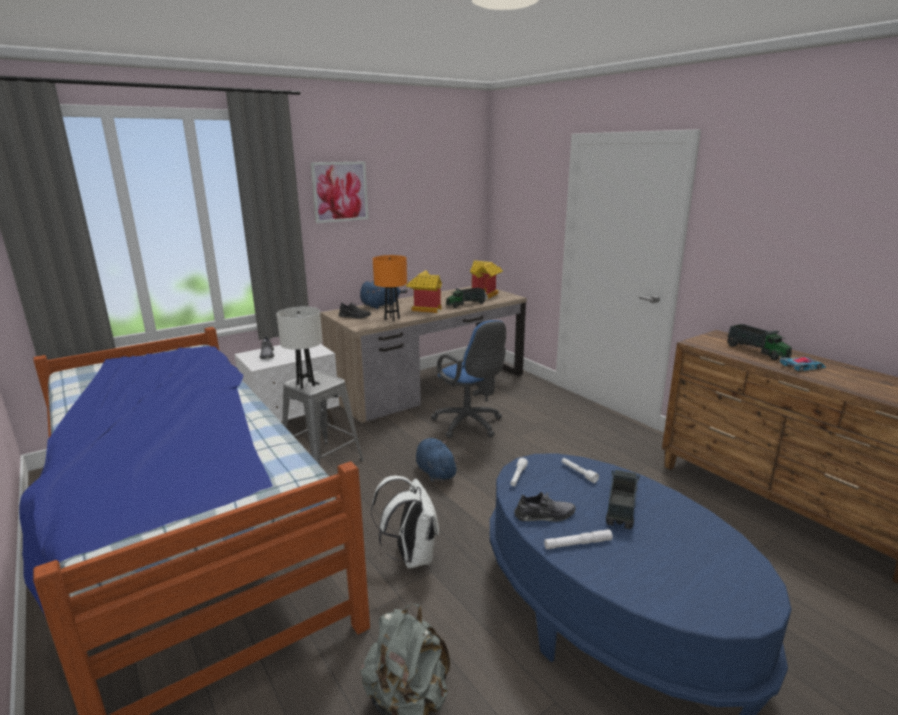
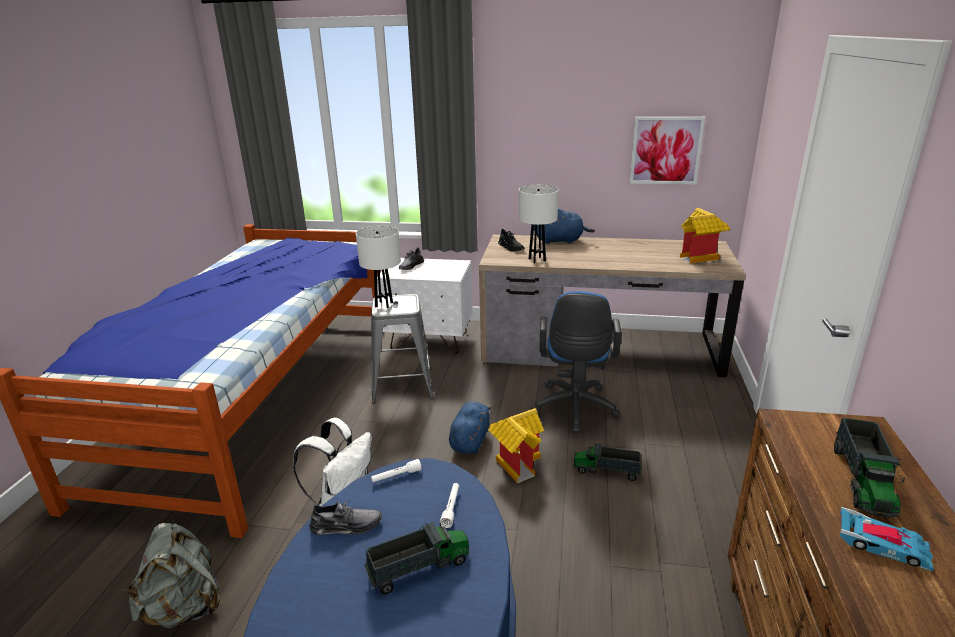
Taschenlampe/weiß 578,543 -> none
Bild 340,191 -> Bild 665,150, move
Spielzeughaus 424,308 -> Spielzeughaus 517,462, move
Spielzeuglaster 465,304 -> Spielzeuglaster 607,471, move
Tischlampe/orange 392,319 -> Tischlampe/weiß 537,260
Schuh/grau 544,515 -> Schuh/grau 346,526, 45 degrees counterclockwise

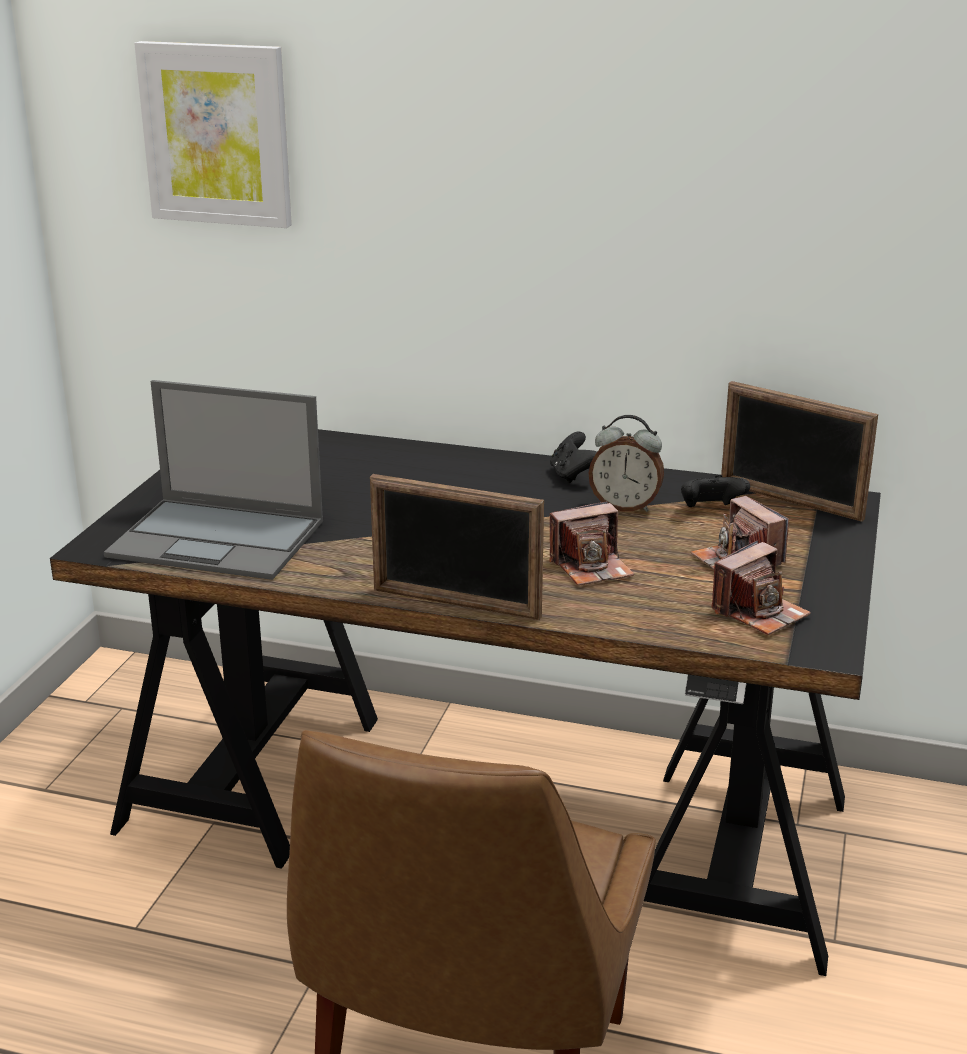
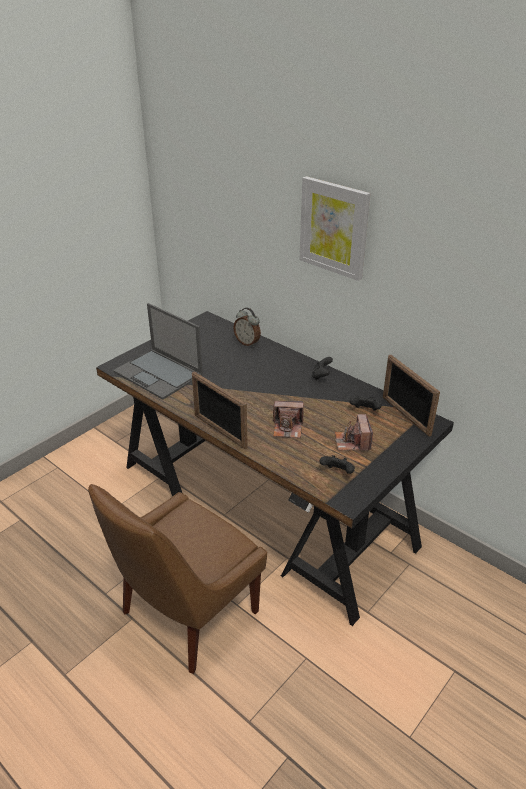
Bild 217,134 -> Bild 334,227, move
Wecker 625,506 -> Wecker 247,343, move
Kamera 759,612 -> Gamepad/schwarz 337,473

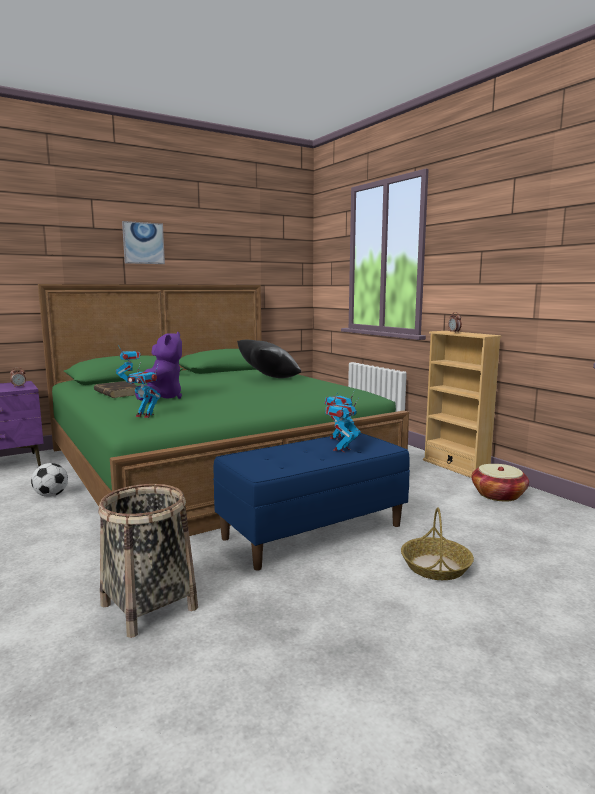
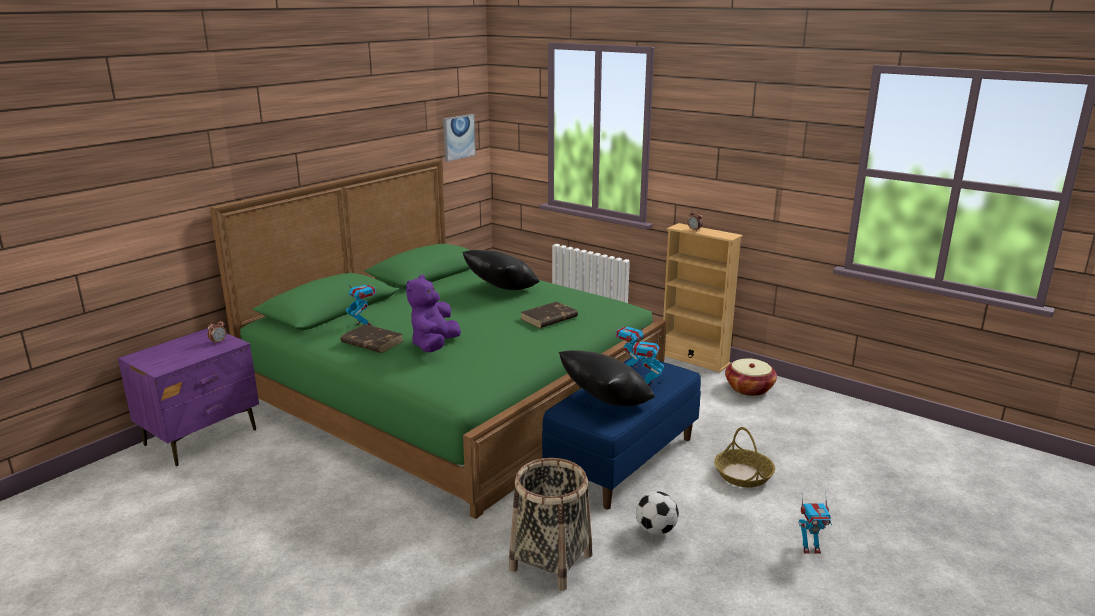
none -> Buch/braun 548,318
none -> Kissen/schwarz 605,403
Fußball 51,495 -> Fußball 656,530, move
Bild 143,243 -> Bild 458,137, move
Spielzeugroboter 145,415 -> Spielzeugroboter 810,549, move
Plüschtier/lila 161,398 -> Plüschtier/lila 434,346, 150 degrees counterclockwise

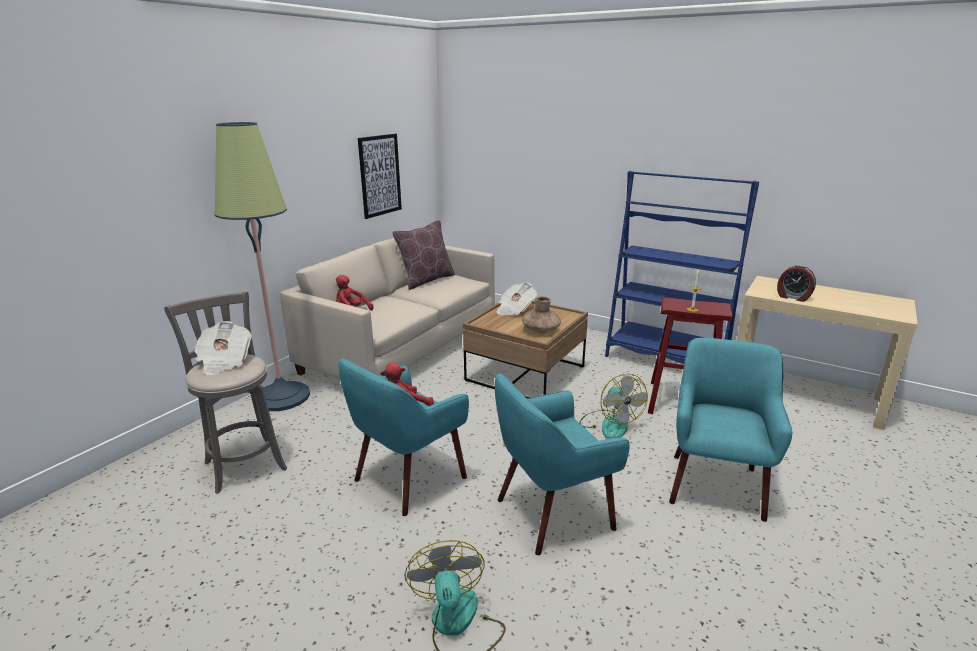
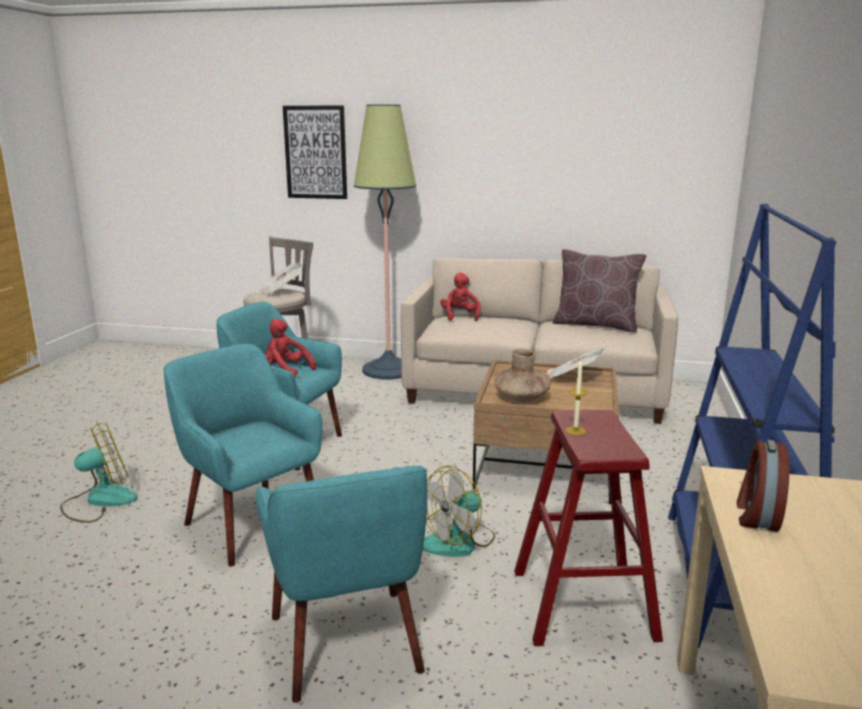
Bild 380,175 -> Bild 315,152, move
Sessel/türkis 715,484 -> Sessel/türkis 347,644, 75 degrees clockwise

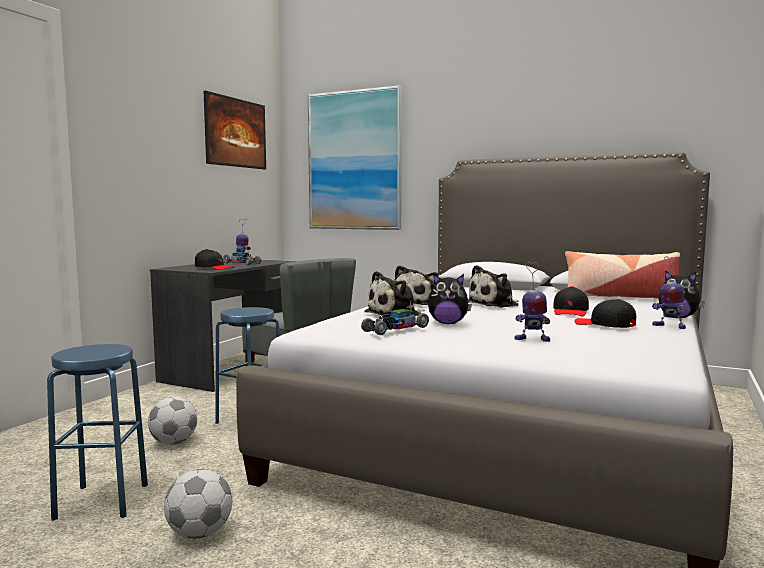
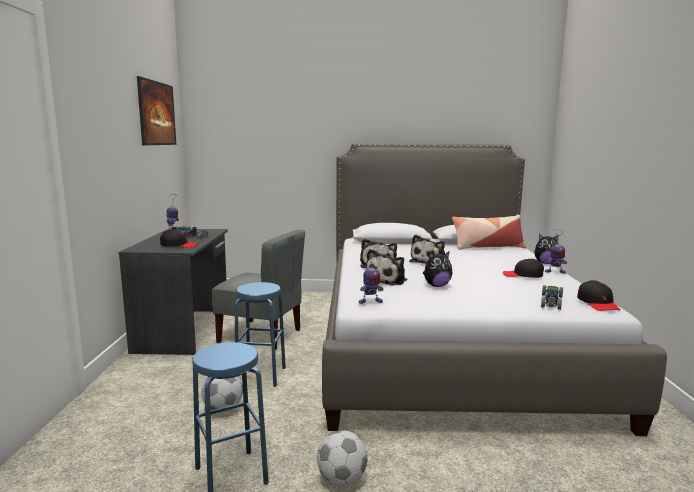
Bild 354,160 -> none
Spielzeugauto 395,329 -> Spielzeugauto 551,302, move
Spielzeugroboter 531,340 -> Spielzeugroboter 370,302, move
Kappe/schwarz 570,312 -> Kappe/schwarz 597,303, move

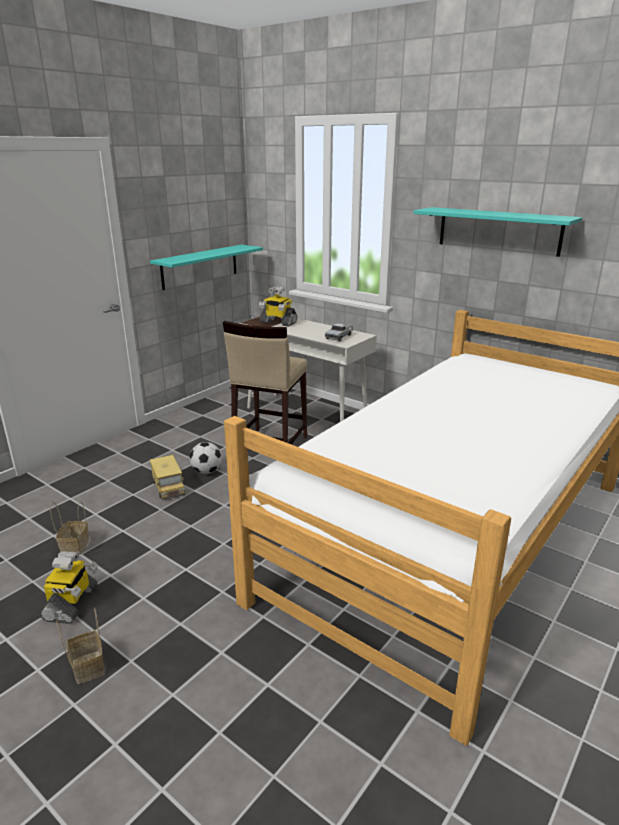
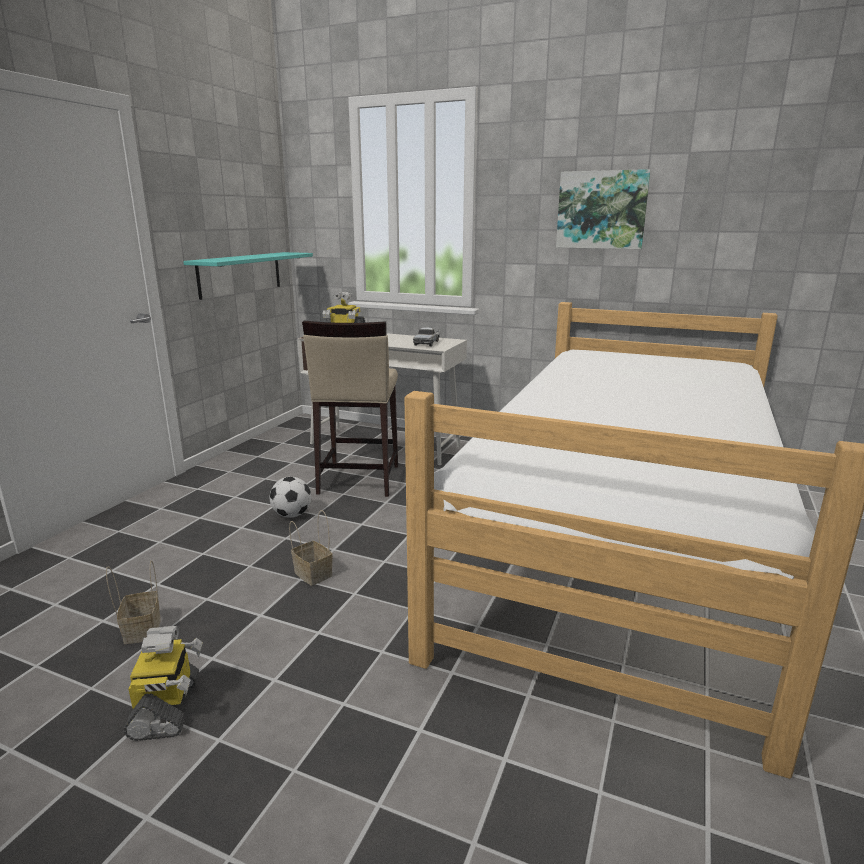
Spielzeuglaster 168,487 -> none
Korb 87,666 -> Korb 312,573, move
Wandregal/türkis 498,231 -> Bild 601,210

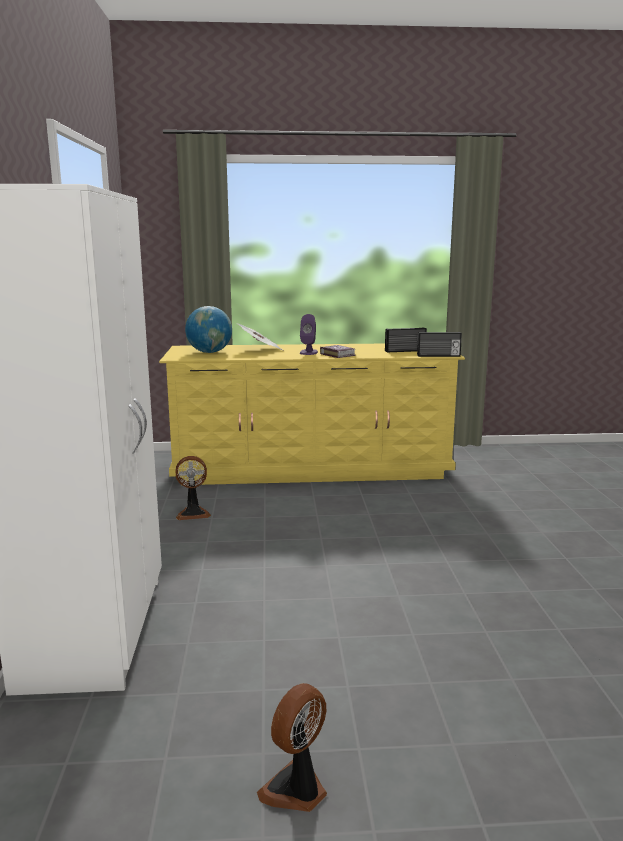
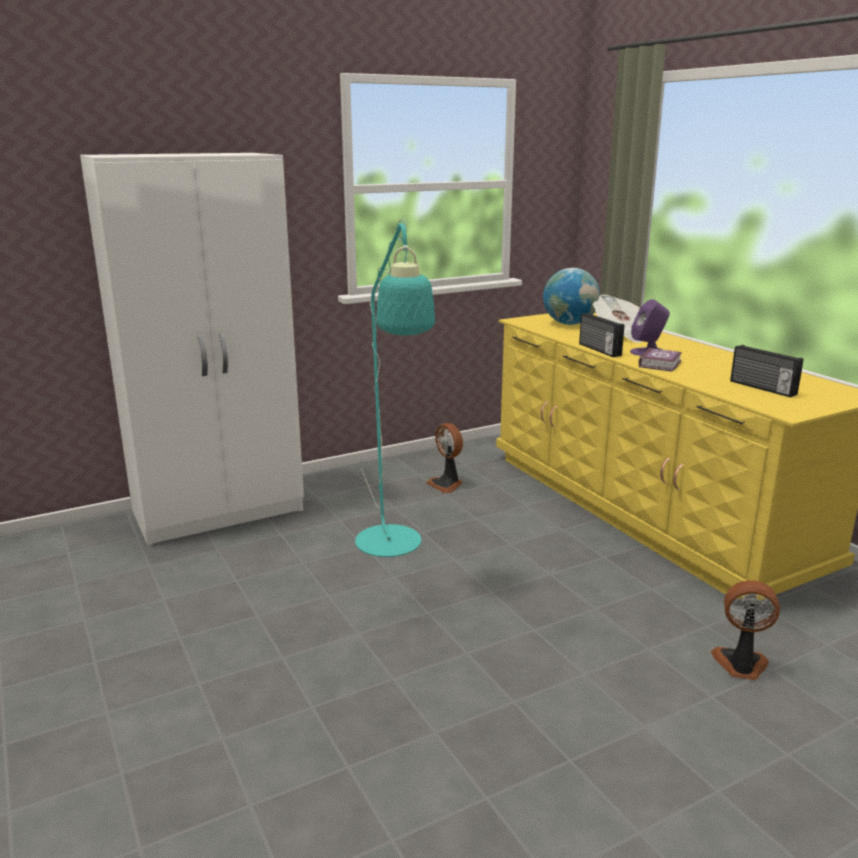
none -> Stehlampe/türkis 392,549
Ventilator 296,790 -> Ventilator 740,665, move
Radio 438,356 -> Radio 598,350, move

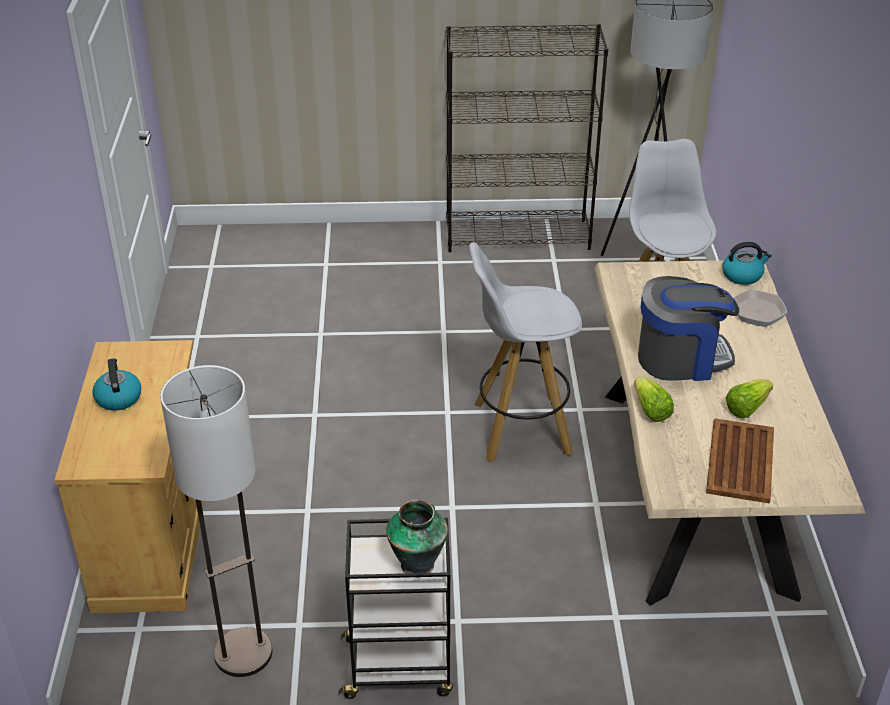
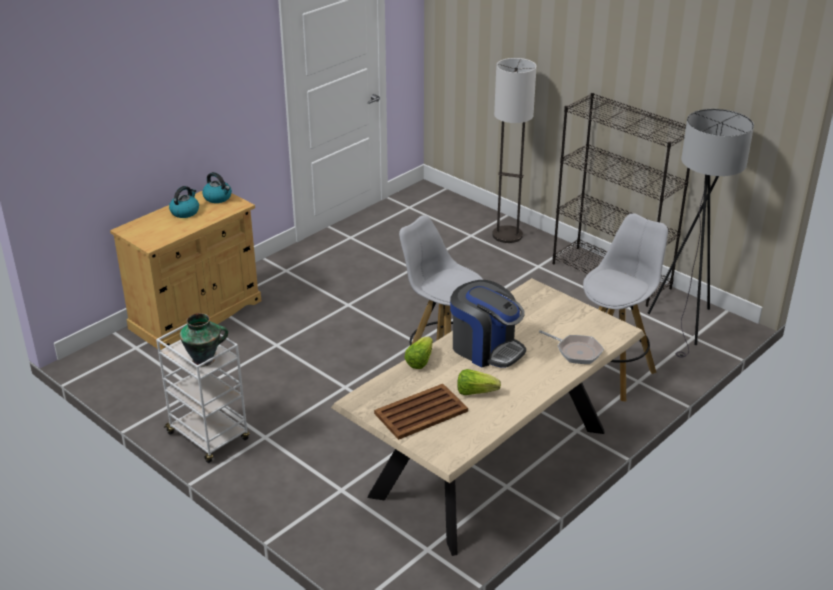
Stehlampe 243,653 -> Stehlampe 507,235, move
Wasserkessel 742,275 -> Wasserkessel 218,198, move
Rollwagen/schwarz 400,667 -> Rollwagen/weiß 209,437

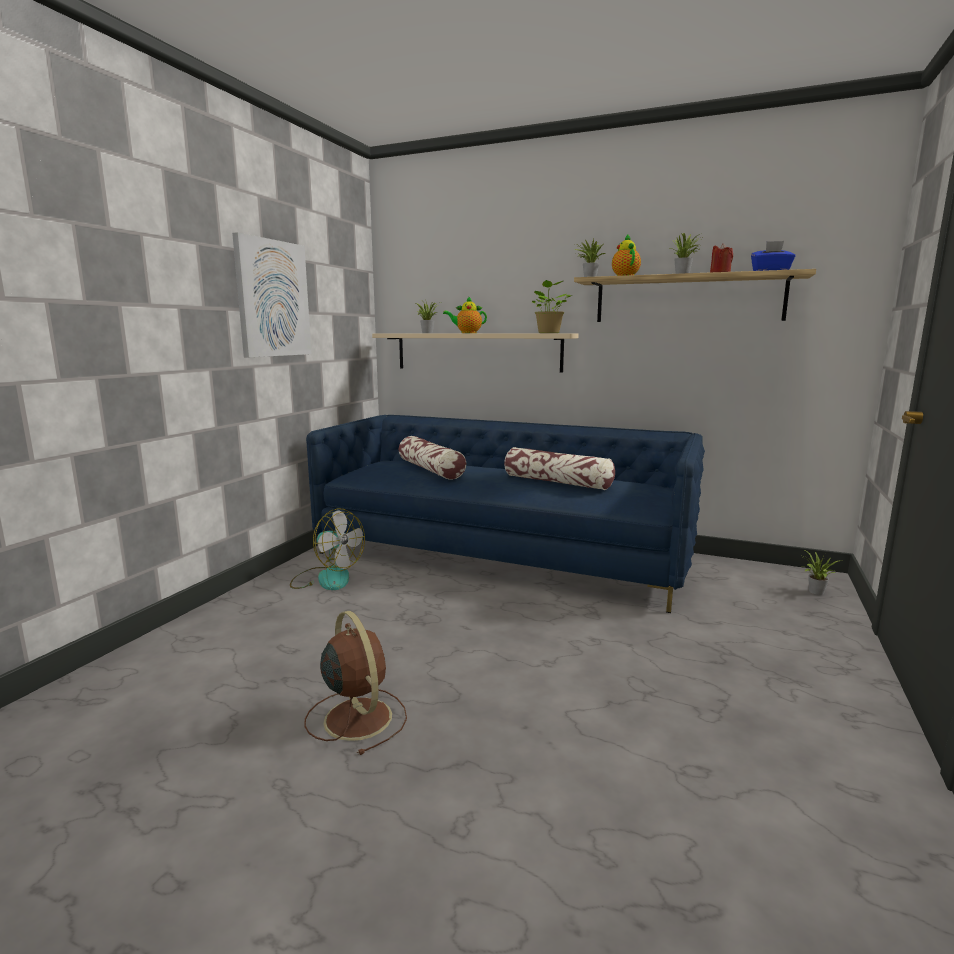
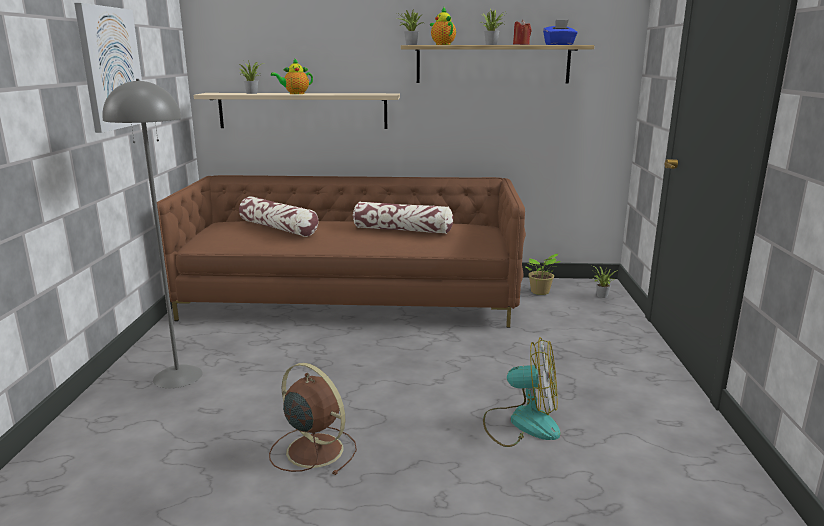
none -> Stehlampe/grau 178,376
Ventilator 326,578 -> Ventilator 522,423, move
Topfpflanze 548,333 -> Topfpflanze 540,292, move
Sofa/blau 502,555 -> Sofa/braun 351,299

